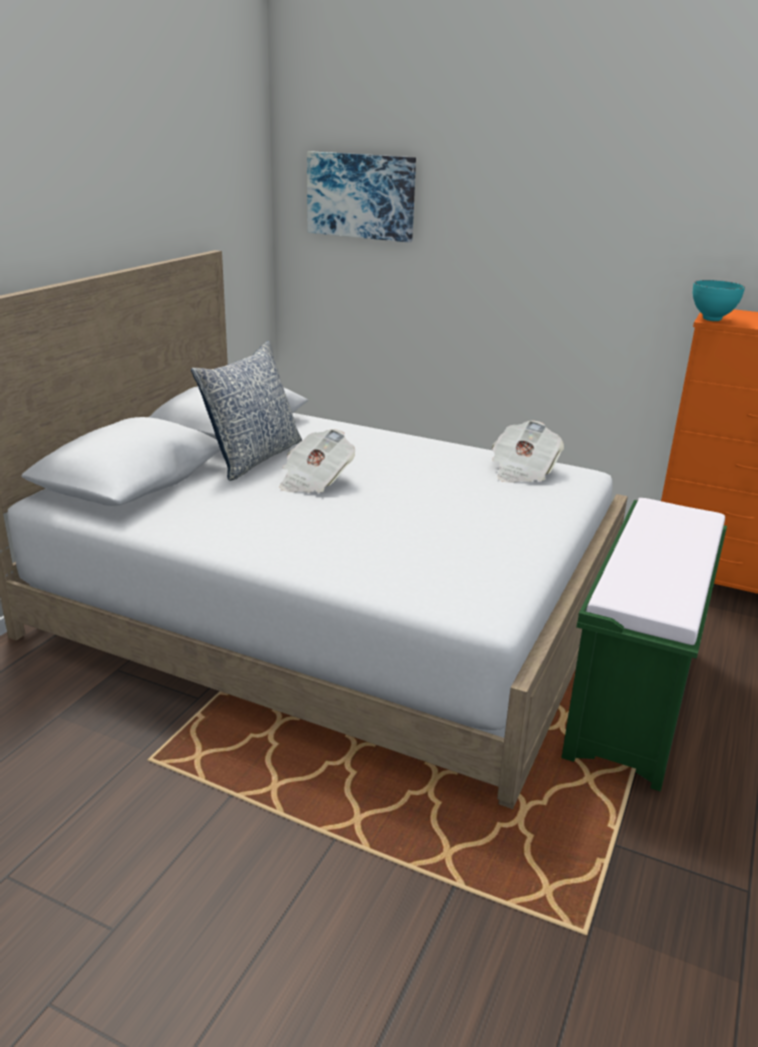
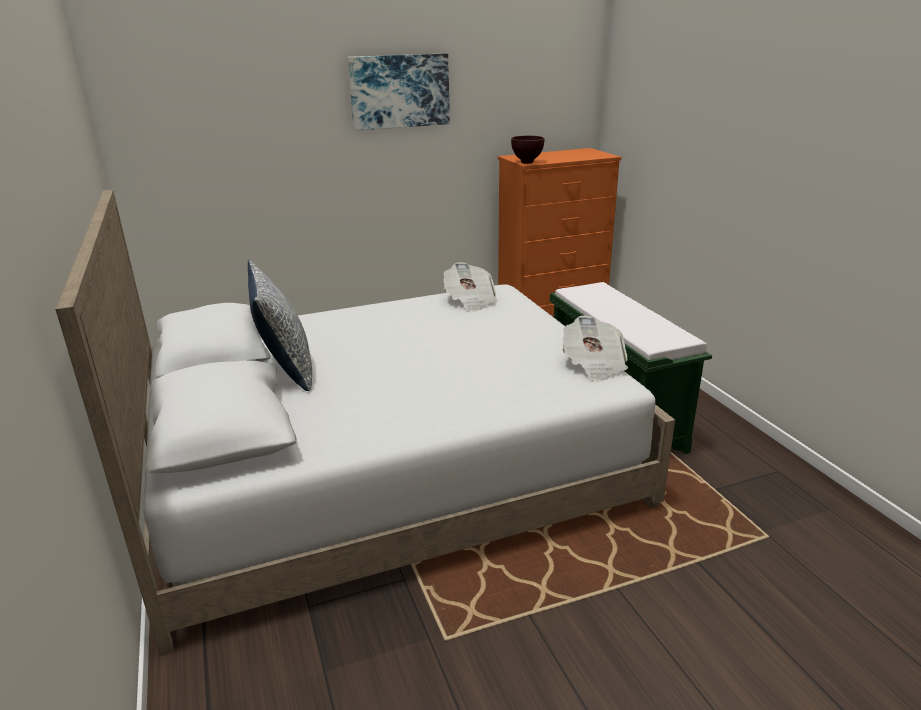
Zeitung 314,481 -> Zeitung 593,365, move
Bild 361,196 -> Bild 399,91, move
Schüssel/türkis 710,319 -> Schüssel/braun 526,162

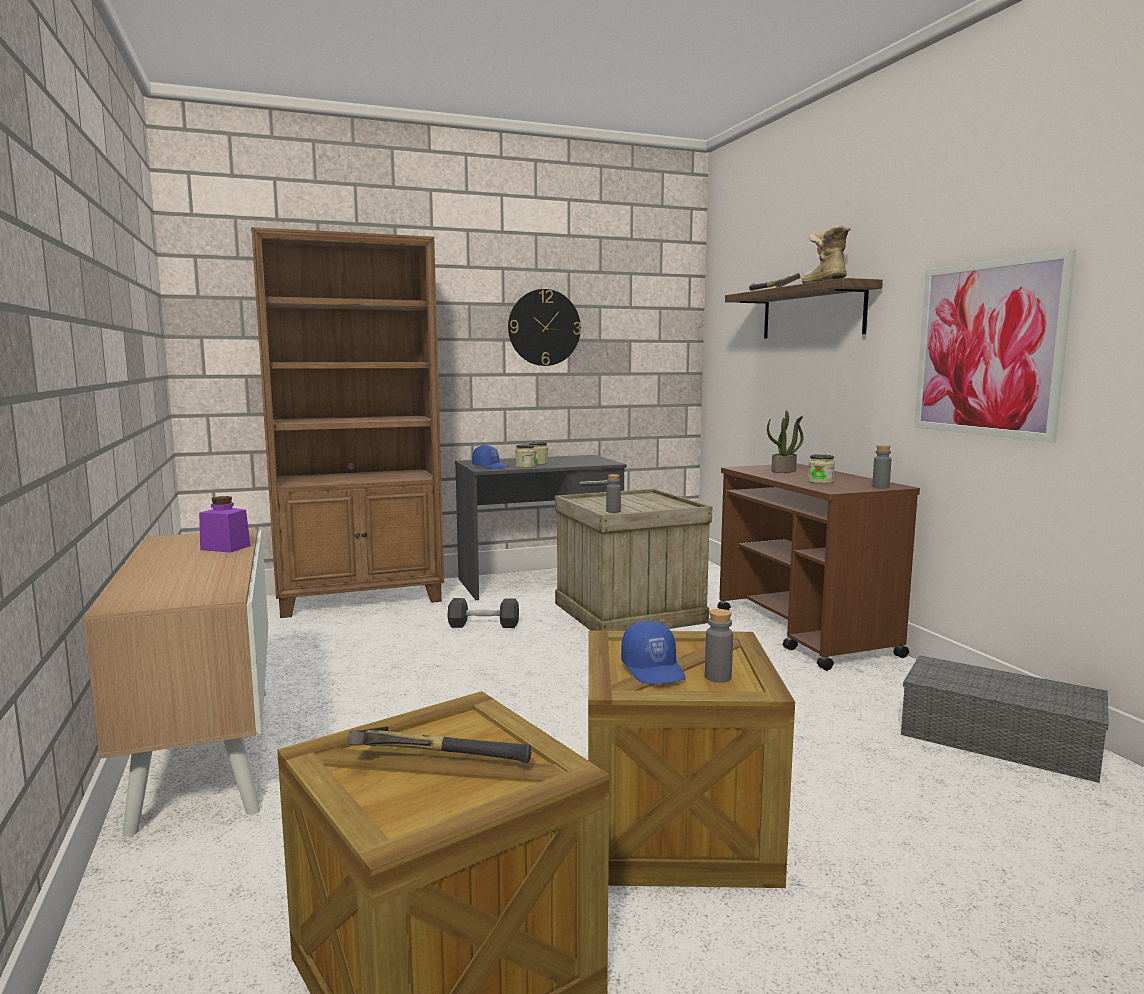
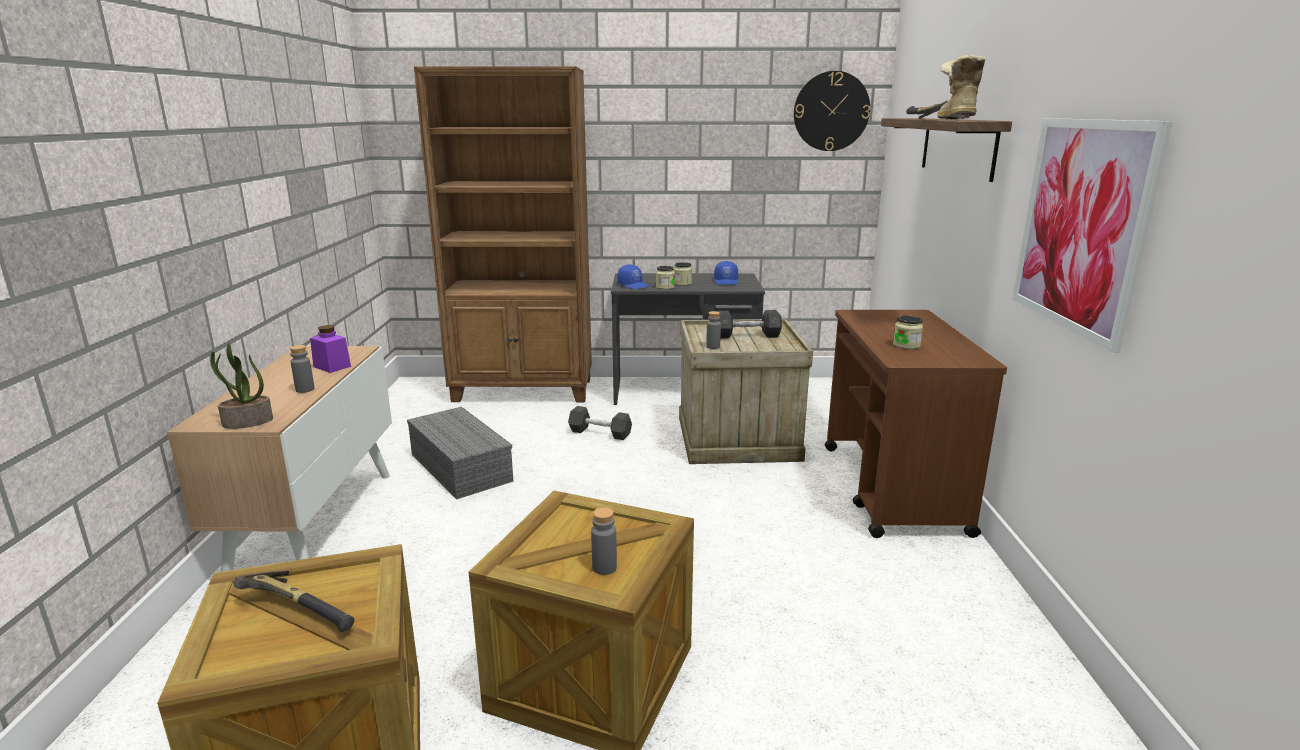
none -> Hantel/grau 746,335
Wanduhr 544,327 -> Wanduhr 831,111, move
Kappe/blau 654,669 -> Kappe/blau 726,282, move
Topfpflanze 784,471 -> Topfpflanze 247,422, move
Flasche/grau 880,487 -> Flasche/grau 305,389, move
Aufbewahrungsbox/grau 995,740 -> Aufbewahrungsbox/grau 458,467, move

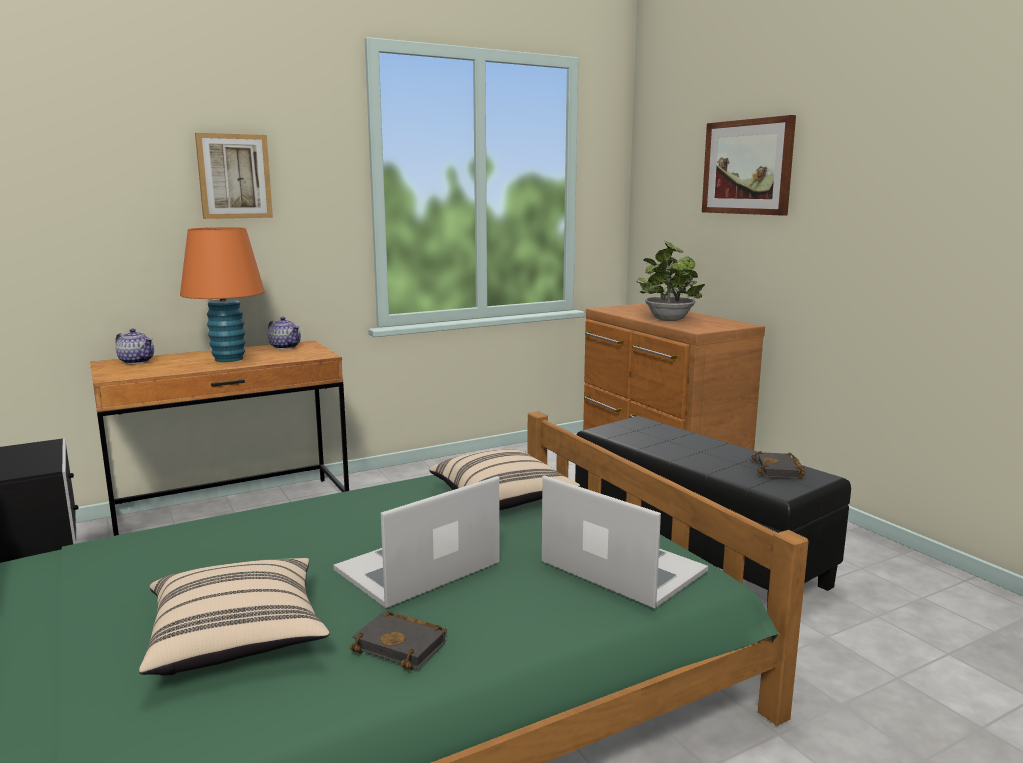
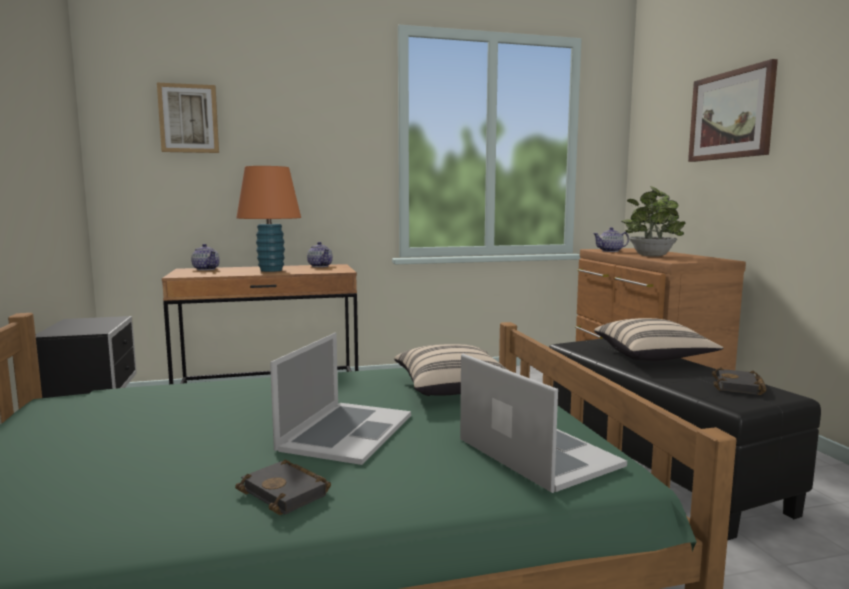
none -> Teekanne 610,251
Kissen/beige 237,639 -> Kissen/beige 653,357, move
Bild 234,176 -> Bild 189,118, move
Laptop 418,567 -> Laptop 346,432, 135 degrees clockwise

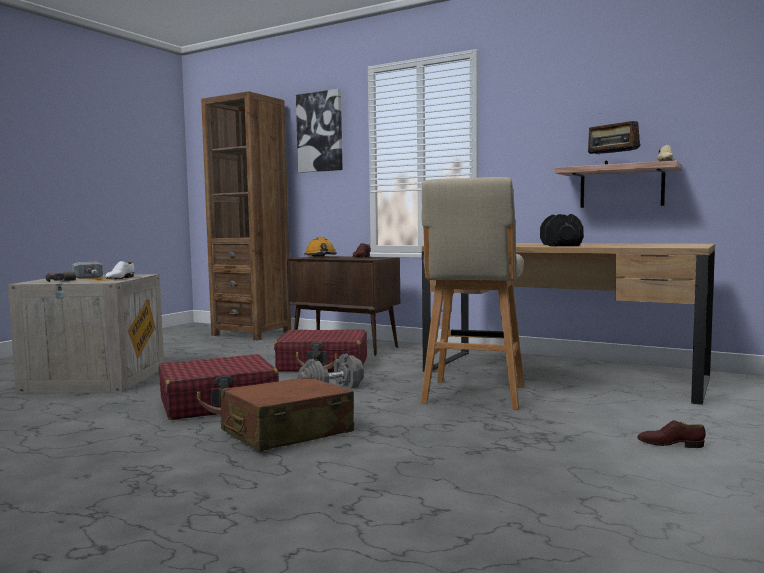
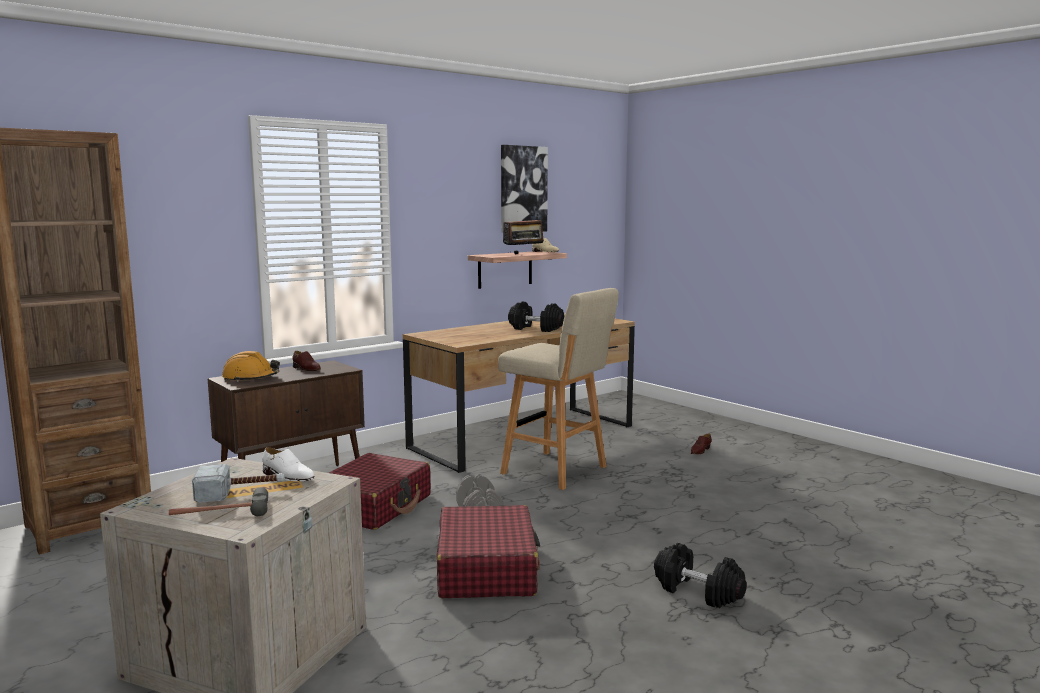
Koffer/braun 286,432 -> none
none -> Hantel/schwarz 697,592
Bild 320,132 -> Bild 522,189, move

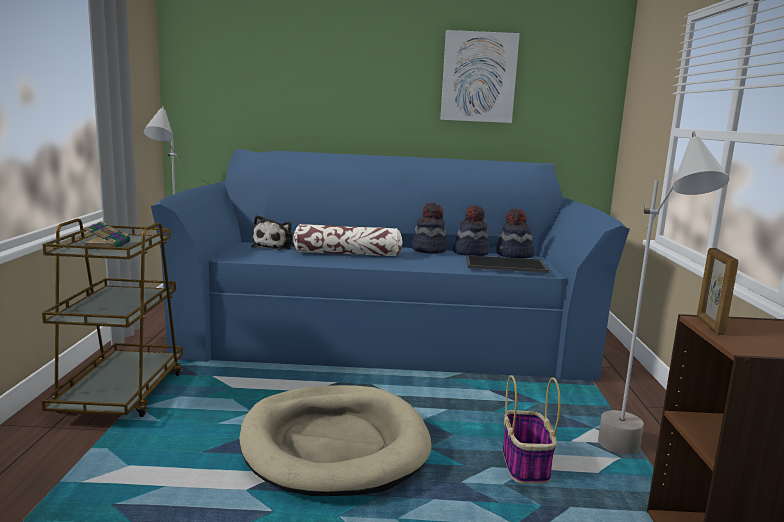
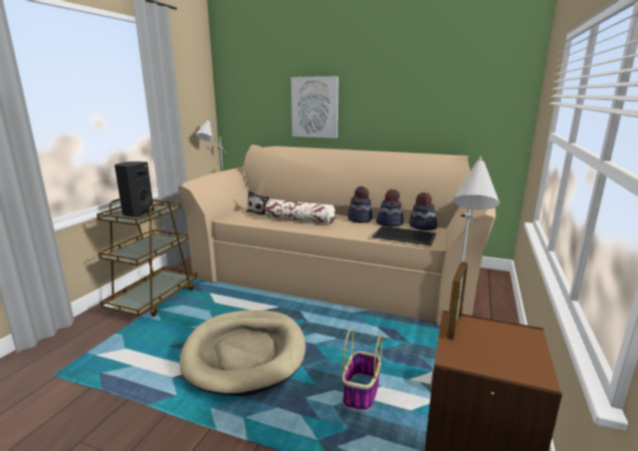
Bild 478,77 -> Bild 315,107, move
Buch 107,245 -> Lautsprecher/schwarz 137,213
Sofa/blau 385,334 -> Sofa/beige 336,273

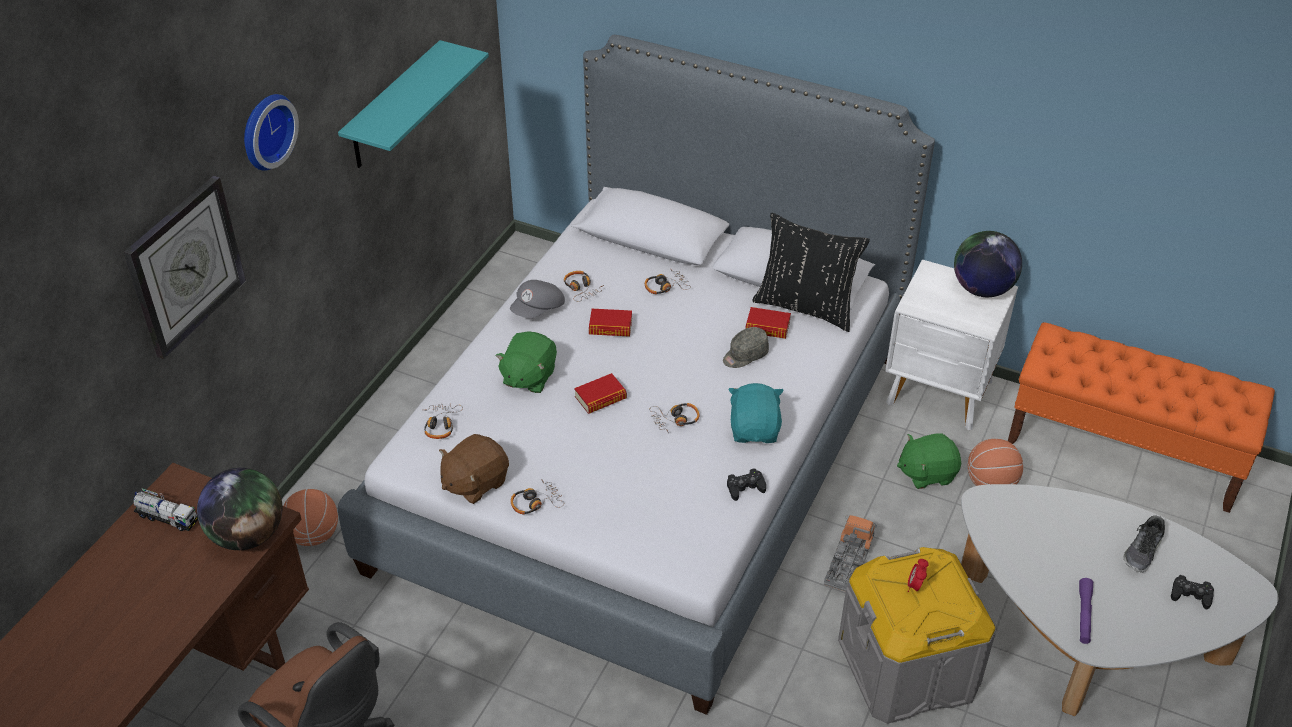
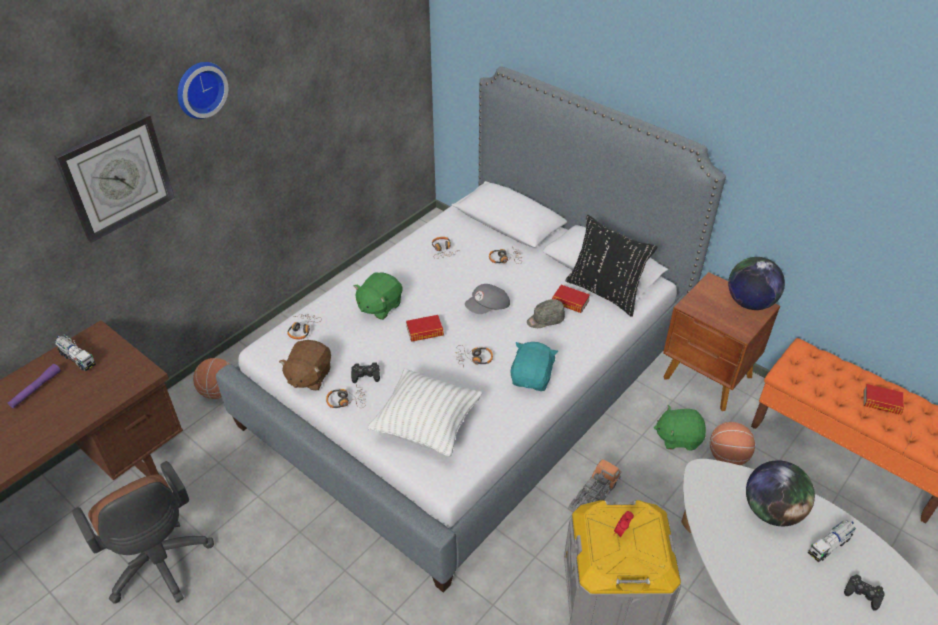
Wandregal/türkis 394,107 -> none
none -> Kissen/weiß 427,426
Globus 248,535 -> Globus 771,511, move
Kappe/grau 538,309 -> Kappe/grau 488,308, move
Buch 610,327 -> Buch 881,402, move
Gamepad/schwarz 745,487 -> Gamepad/schwarz 366,375, move
Taschenlampe/lila 1084,615 -> Taschenlampe/lila 36,389, move
Schuh 1142,552 -> Spielzeuglaster 829,545
Nachttisch/weiß 940,394 -> Nachttisch/braun 707,379
Plüschtier/braun 475,482 -> Plüschtier/braun 309,376, 45 degrees counterclockwise

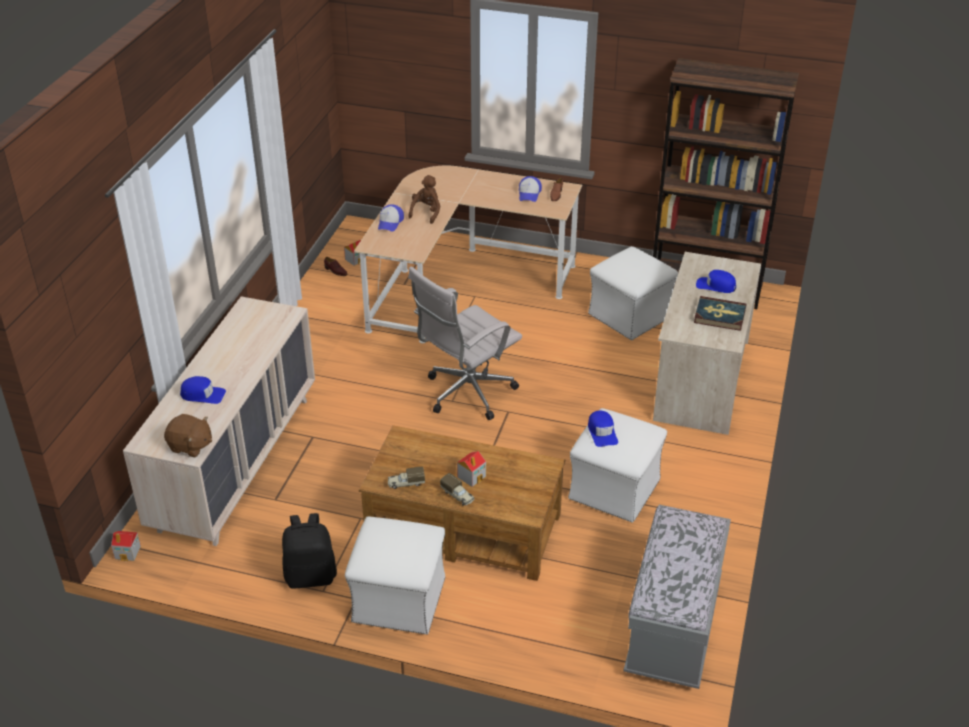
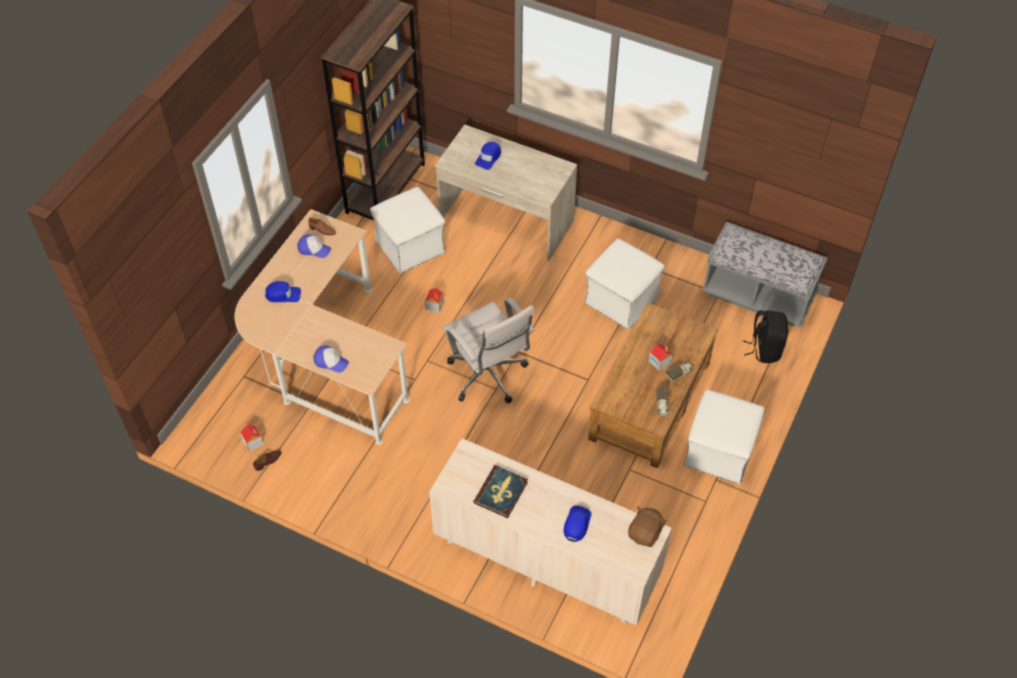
Plüschtier/braun 426,213 -> none
Spielzeughaus 128,552 -> Spielzeughaus 435,305, move
Rucksack/schwarz 311,576 -> Rucksack/schwarz 764,349, move
Kappe/blau 602,432 -> Kappe/blau 283,294, move
Buch 719,315 -> Buch 501,493, move

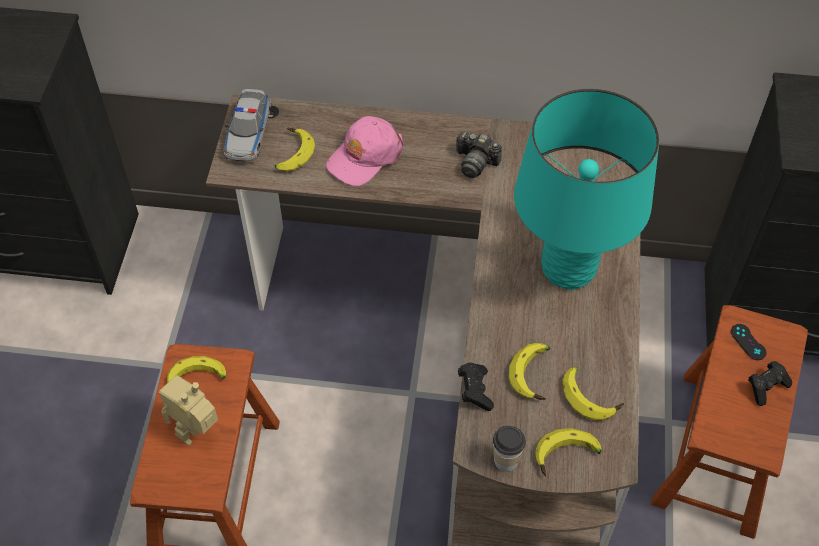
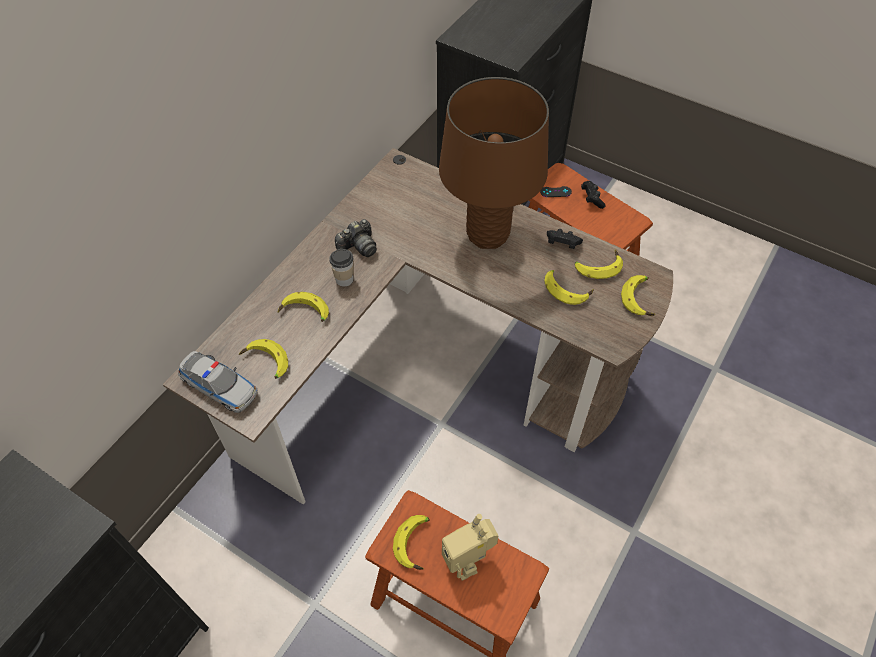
Gamepad/schwarz 475,390 -> Gamepad/schwarz 562,244, move
Tasse 506,460 -> Tasse 344,279, move
Kappe/rosa 364,156 -> Banane 304,313
Tischlampe/türkis 568,269 -> Tischlampe/braun 488,235

